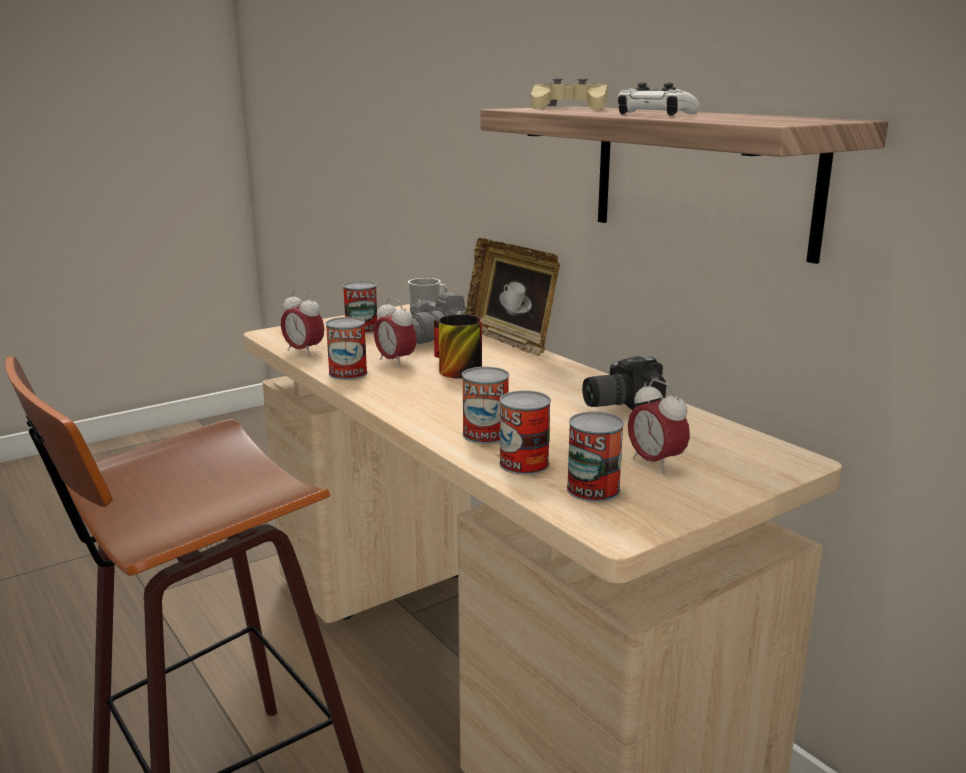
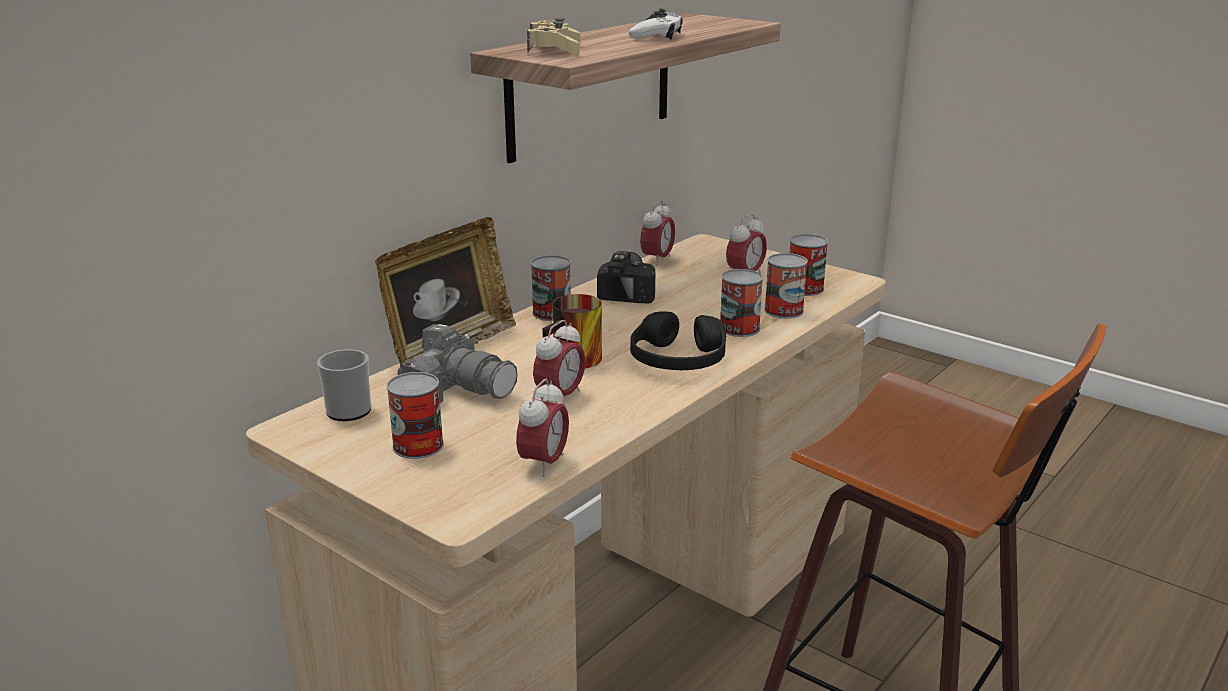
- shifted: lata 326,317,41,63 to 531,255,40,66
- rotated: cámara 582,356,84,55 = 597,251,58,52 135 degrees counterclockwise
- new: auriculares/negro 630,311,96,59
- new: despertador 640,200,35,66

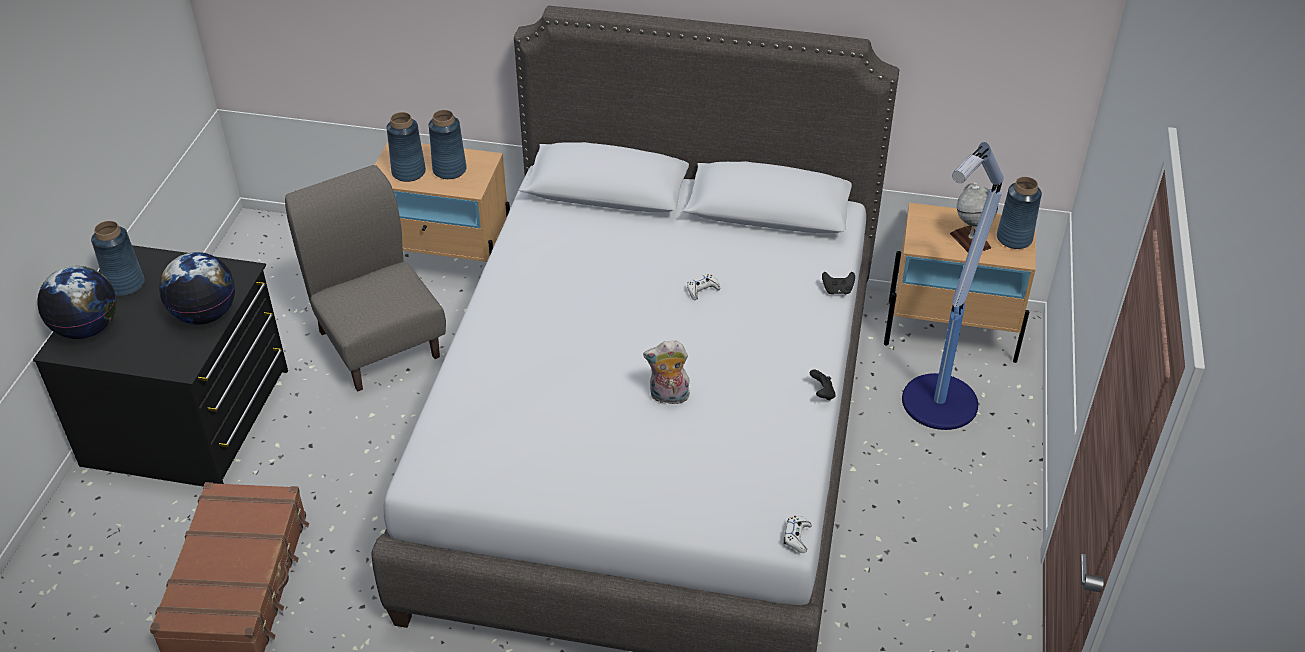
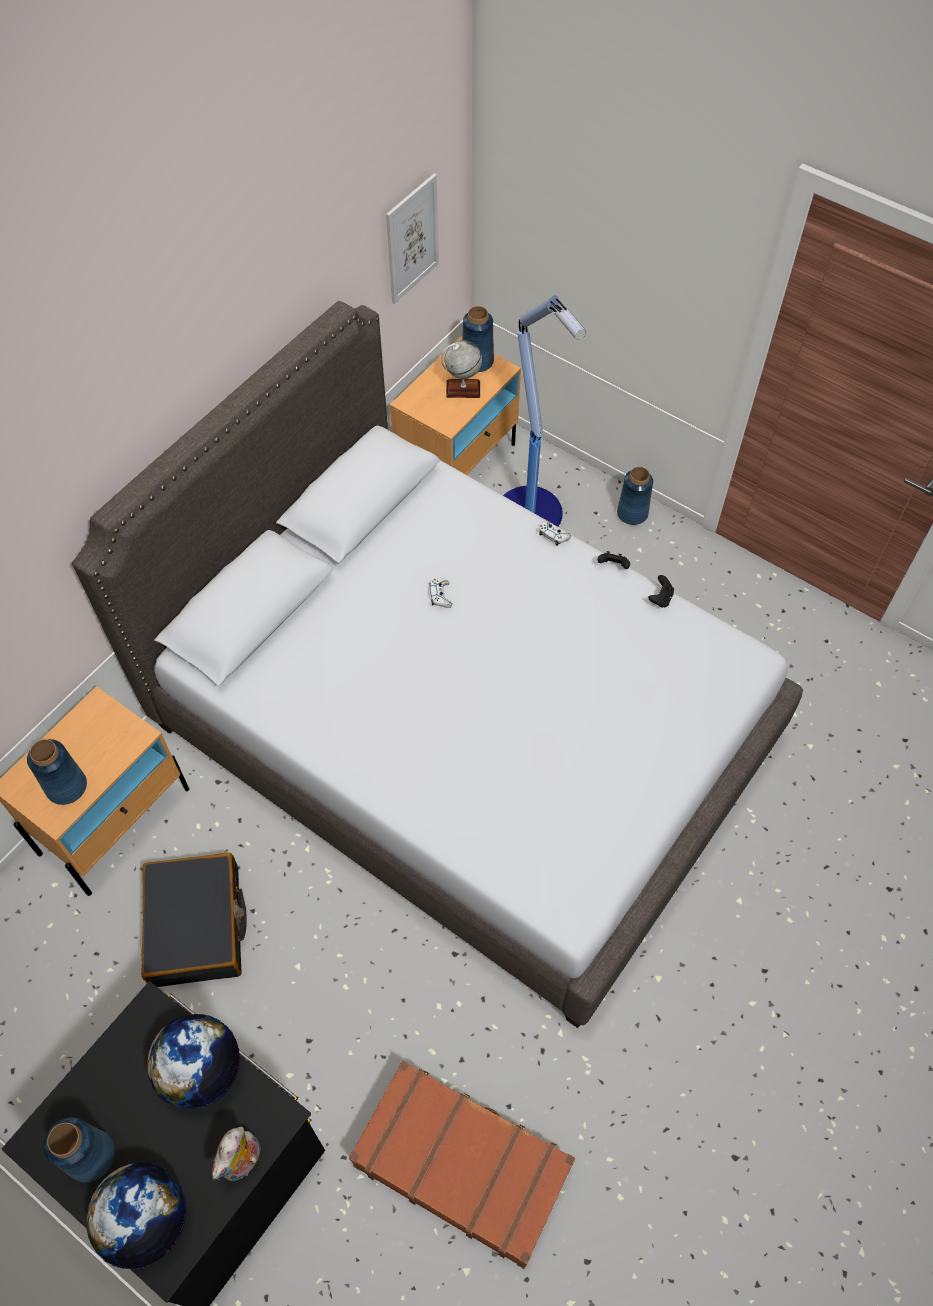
- swapped: silla/gris 285,165,161,227 to maleta/negro 141,853,106,134
- shifted: peluche 643,341,47,63 to 212,1127,49,54
- new: cuadro 386,174,53,130
- shifted: mando de consola/blanco 784,516,28,37 to 539,521,32,25
- shifted: florero/azul 429,110,38,69 to 617,467,36,58
- shifted: mando de consola/negro 822,272,33,22 to 648,575,26,33

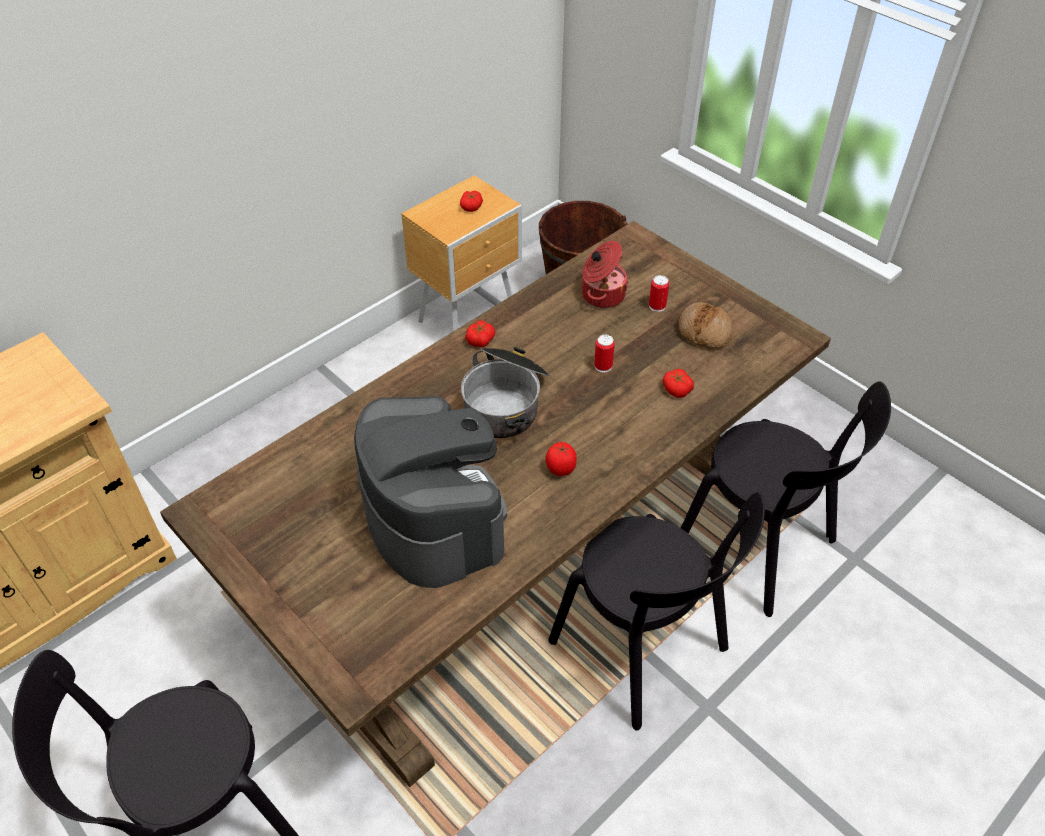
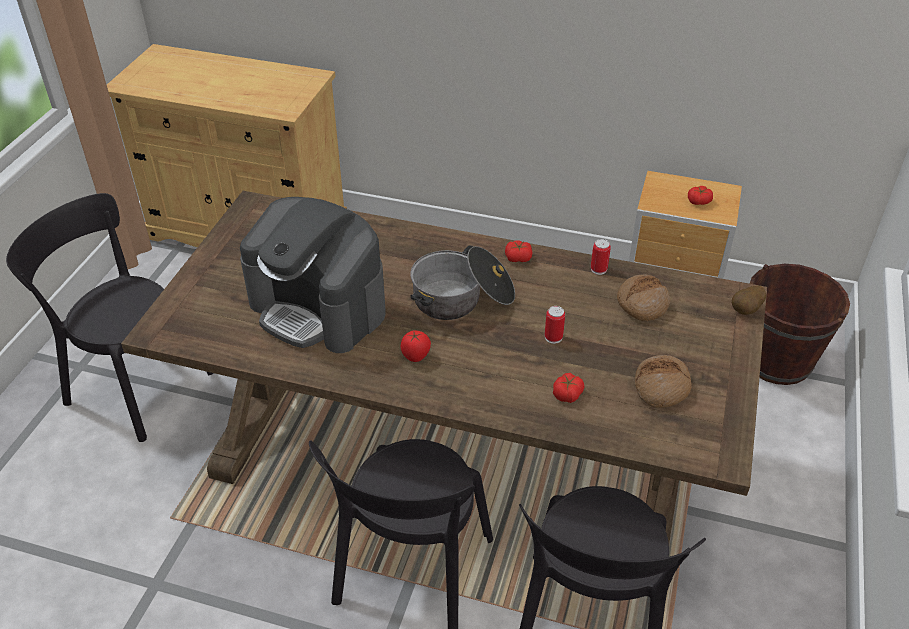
- rotated: cafetera 354,396,153,192 = 240,197,146,156 90 degrees clockwise
- shifted: lata 649,275,20,37 to 591,239,20,36
- swapped: olla 582,241,47,67 to pan 617,275,53,46
- new: patata 731,285,35,30

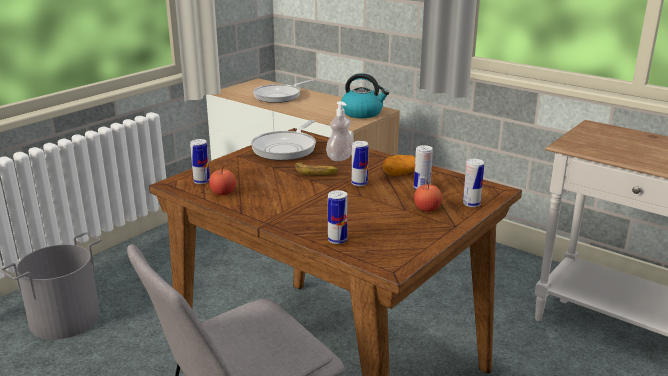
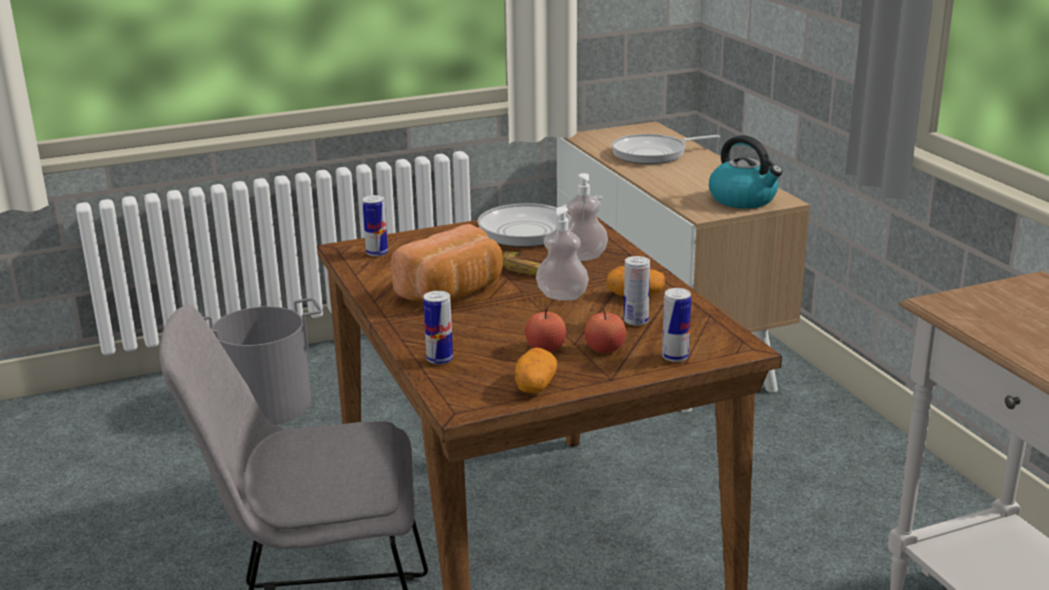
- new: pan 391,224,112,77
- new: patata 515,348,42,45
- shifted: manzana 209,166,27,29 to 525,308,41,44
- swapped: lata 351,141,18,45 to dispensador de jabón 536,207,53,94

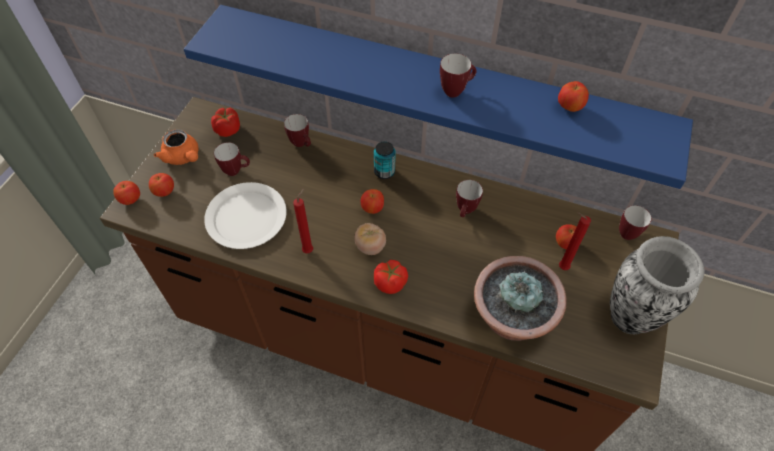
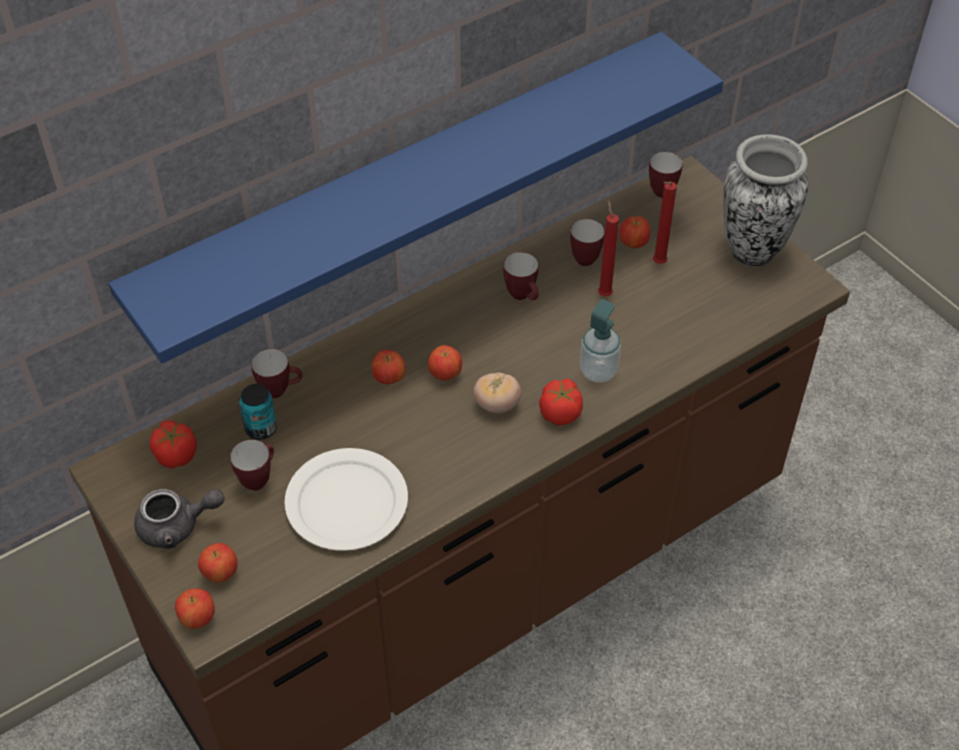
- repainted: tetera/naranja 154,129,45,36 to tetera/gris 134,489,91,60
- shifted: lata 374,141,22,38 to 239,384,38,56
- shifted: manzana 558,81,31,31 to 371,350,35,34
- shifted: taza grande 440,53,36,45 to 570,219,35,47
- new: dispensador de jabón 580,299,41,83
- shifted: vela/rojo 293,189,20,64 to 598,200,21,96
- gone: planta en maceta 474,256,92,85

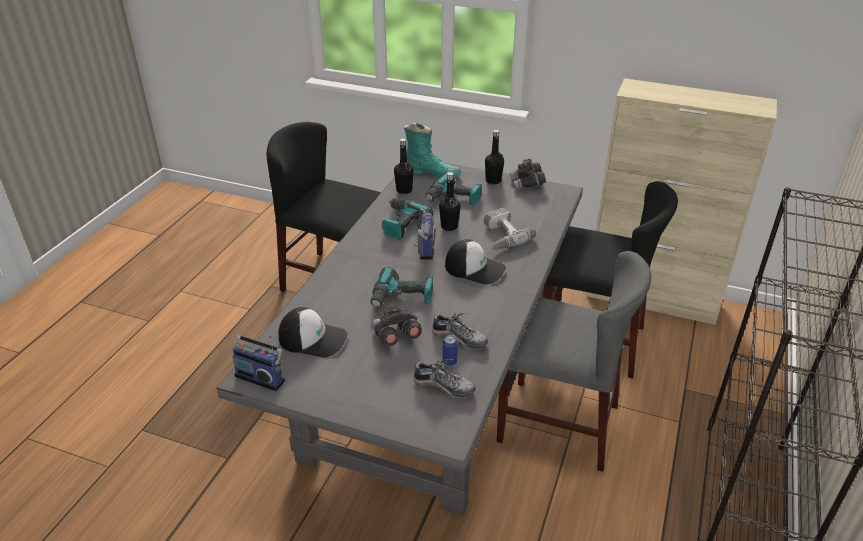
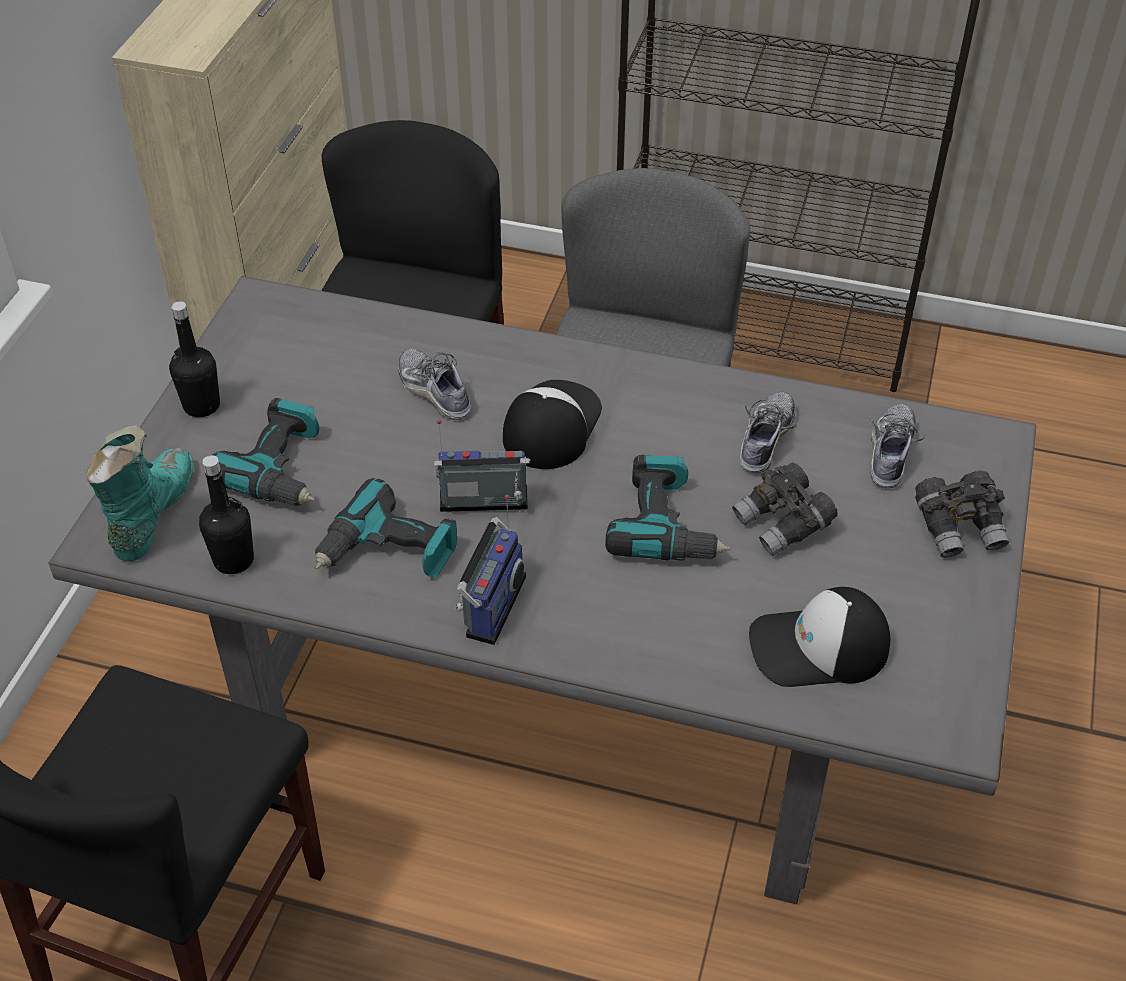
- swapped: taladro 484,208,52,41 to zapato 398,348,73,72
- shifted: radio 232,335,53,56 to 455,495,71,150
- rotated: gorra 278,307,70,51 = 749,587,141,100 105 degrees counterclockwise
- shifted: prismáticos/gris 510,159,36,31 to 915,470,94,88
- gone: botella/negro 439,172,21,59
- gone: lata 443,335,15,31

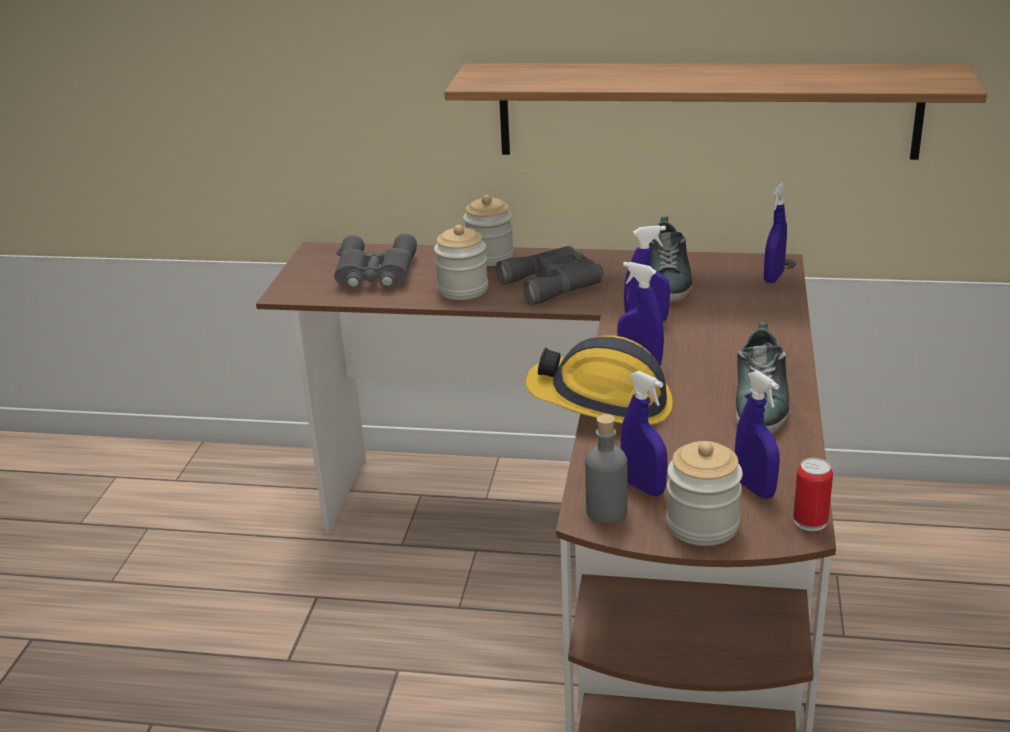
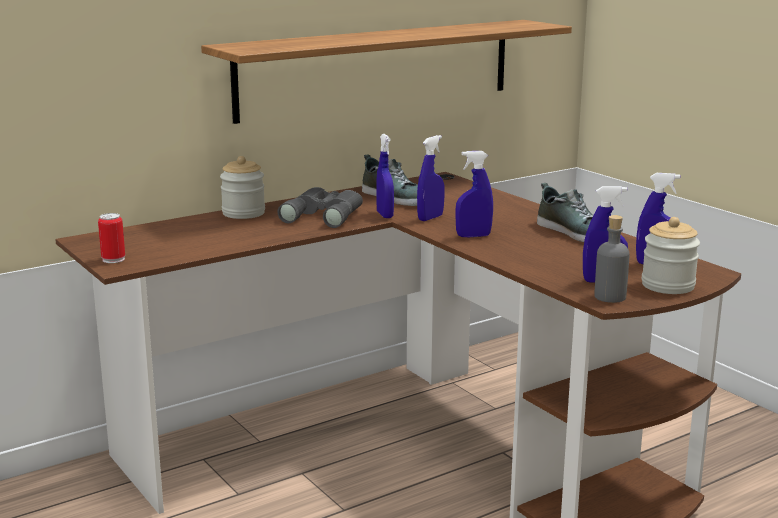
- shifted: lata 793,458,40,73 to 98,213,27,50
- shifted: pulverizador/azul 764,183,23,100 to 376,134,18,84
- gone: prismáticos/gris 334,233,83,56
- gone: tarro 434,225,54,75
- gone: casco 525,335,148,90

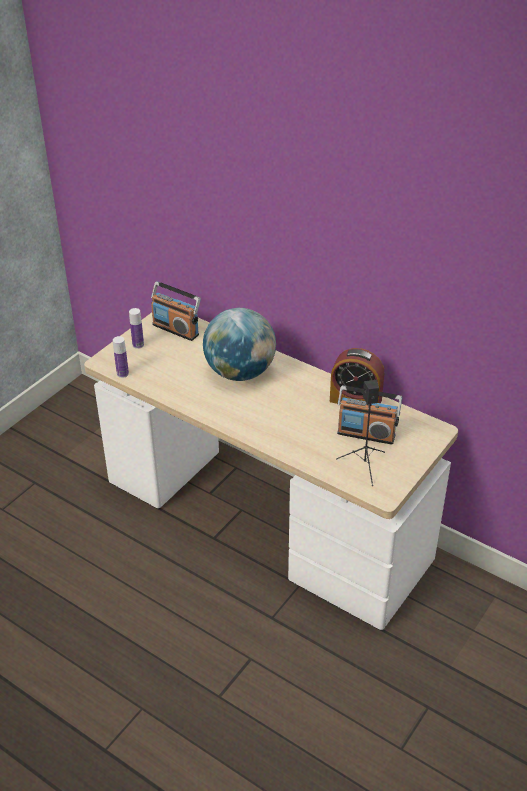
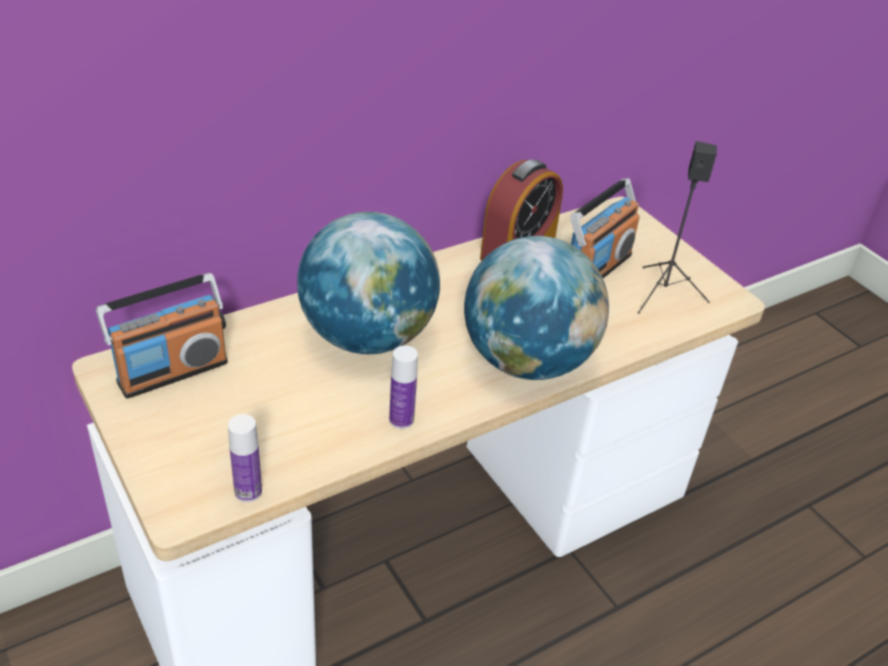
- shifted: botella 129,308,15,41 to 389,345,29,84
- new: globo terráqueo 464,236,145,144

